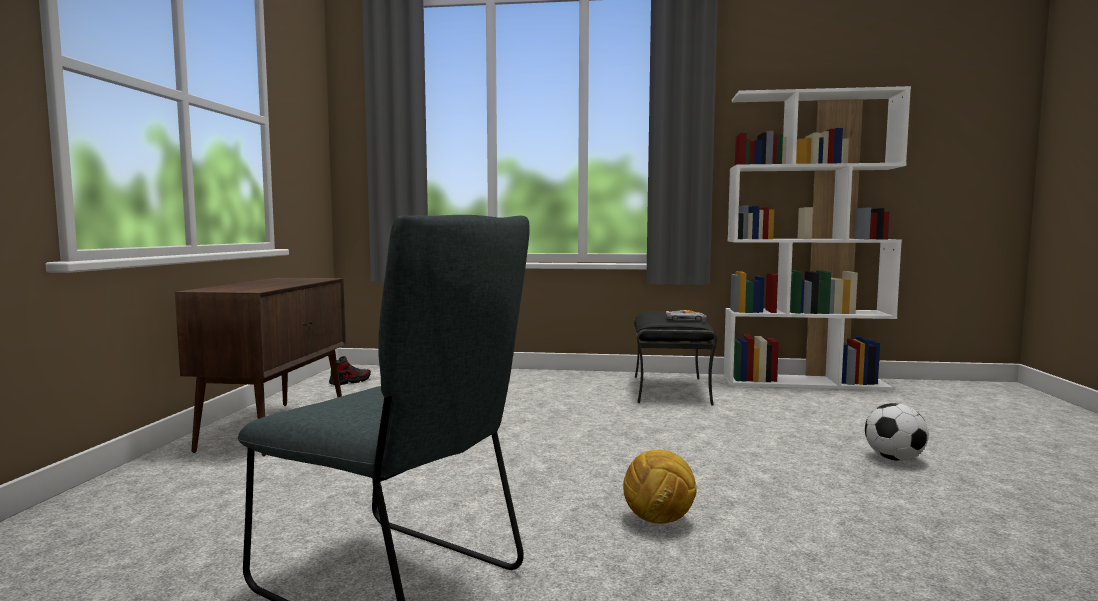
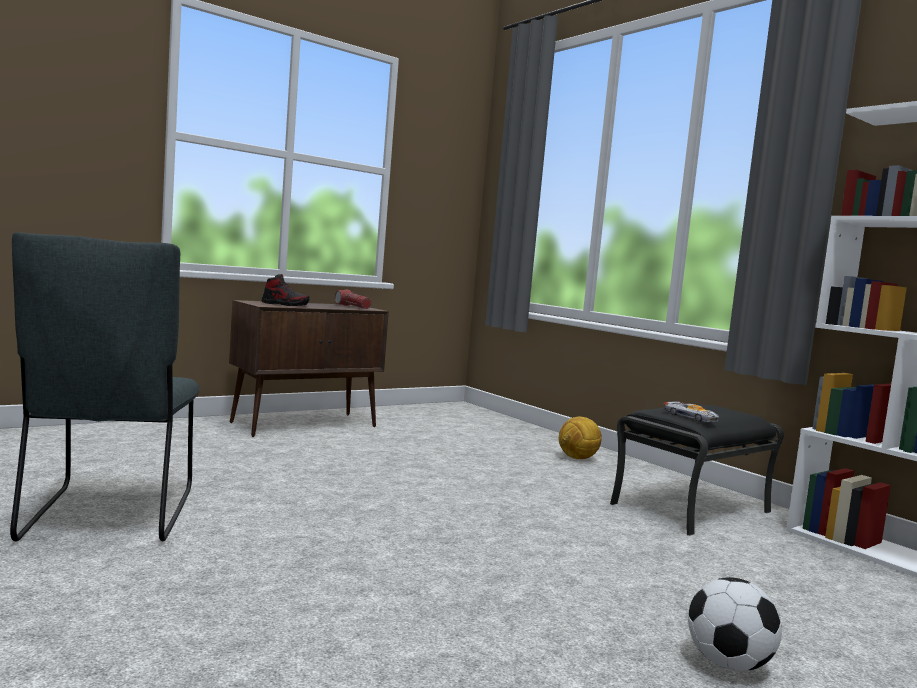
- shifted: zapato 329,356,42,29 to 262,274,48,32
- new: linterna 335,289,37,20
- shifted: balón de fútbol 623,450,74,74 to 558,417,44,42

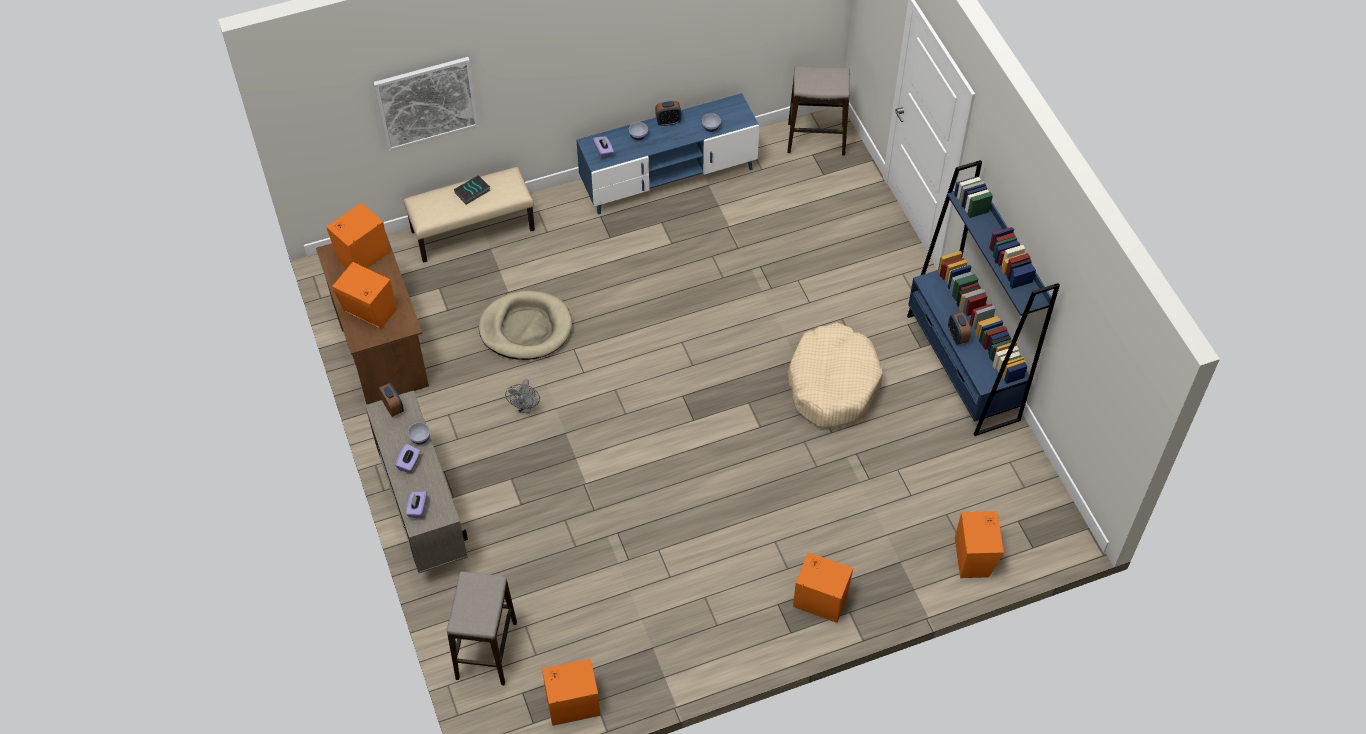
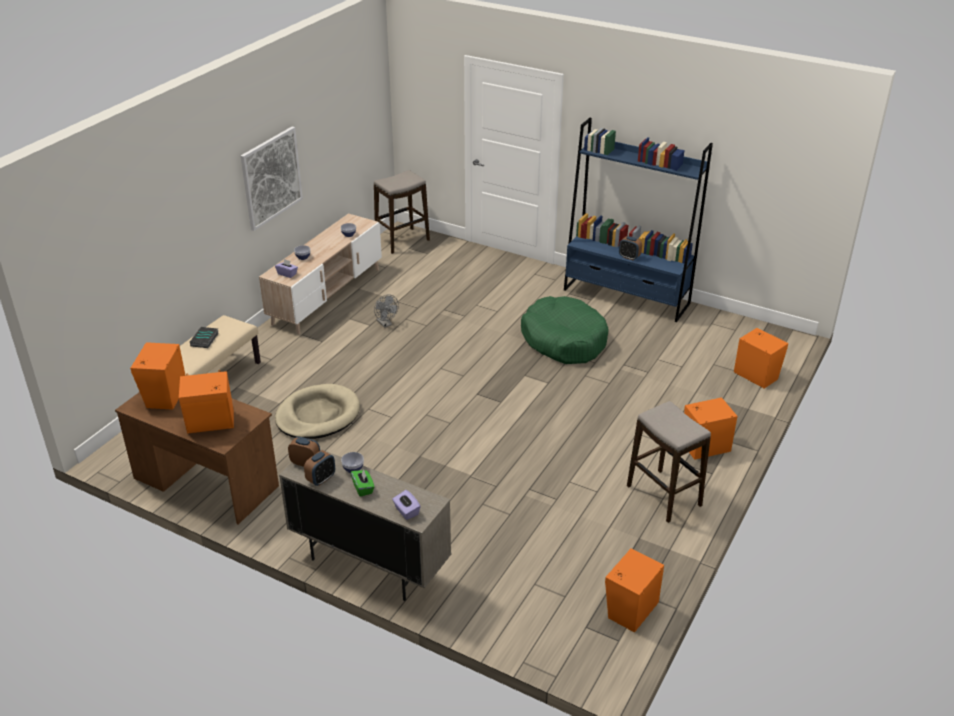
- shifted: cuadro 373,57,106,94 to 241,127,62,104
- repainted: mueble de televisión/azul 577,93,182,122 to mueble de televisión/beis 259,213,123,121
- shifted: despertador 655,101,26,25 to 304,450,31,36
- repainted: caja de pañuelos/morado 395,444,26,29 to caja de pañuelos/verde 351,469,23,28
- shifted: ventilador/gris 505,379,35,34 to 374,294,25,34
- repainted: cama para perro/beis 788,322,95,107 to cama para perro/verde 521,296,88,68
- shifted: taburete 447,572,70,113 to 627,401,84,122

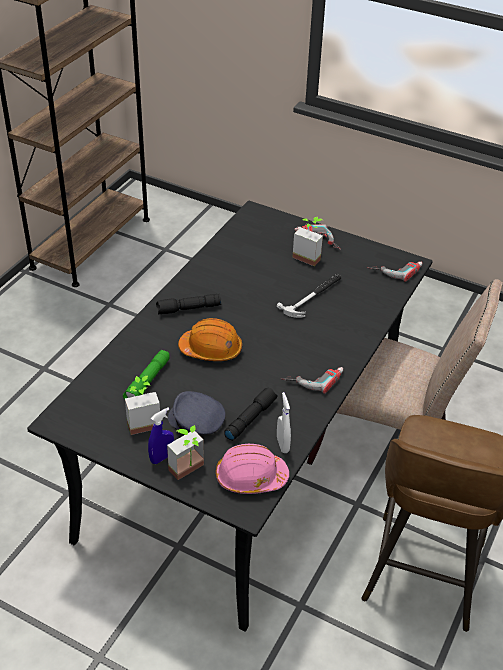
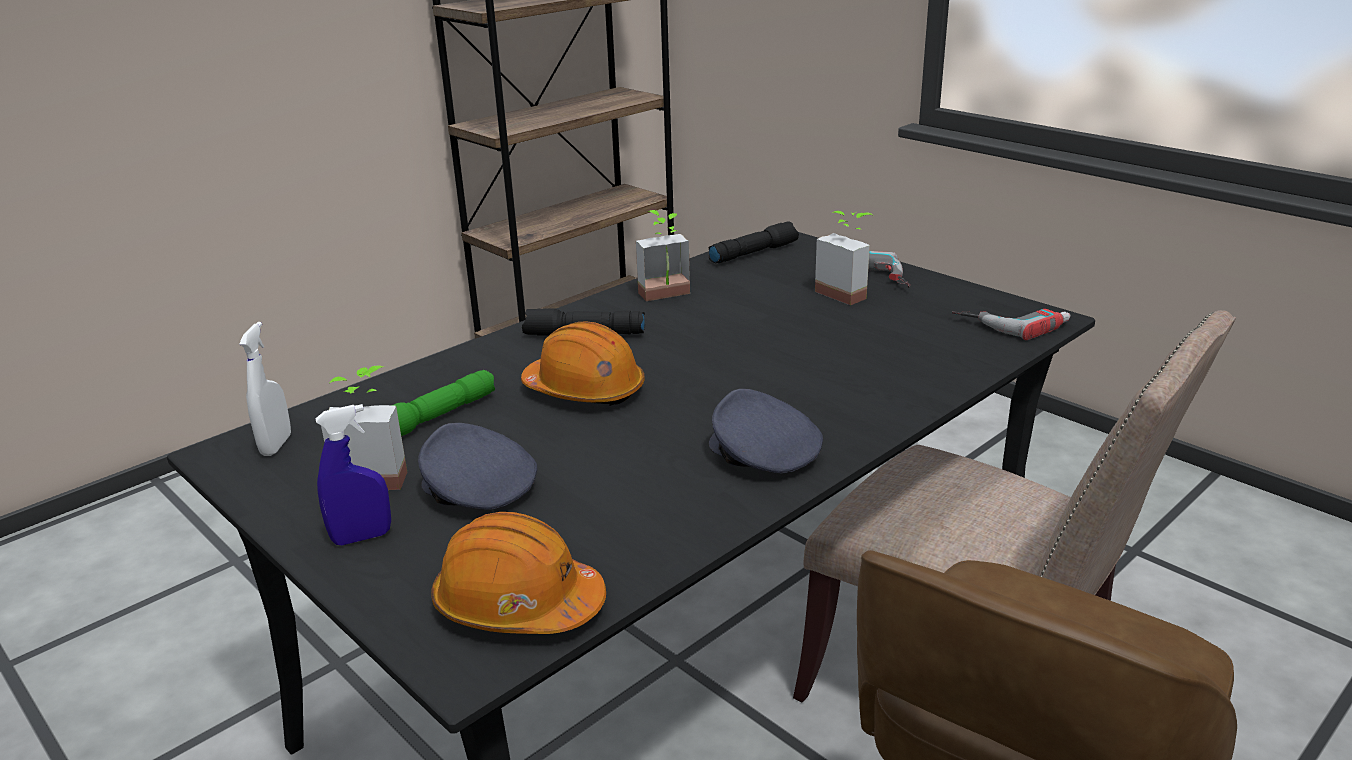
- shifted: pulverizador/blanco 277,392,14,61 to 239,322,52,134
- repainted: casco/rosa 216,444,73,50 to casco/naranja 431,512,175,122
- shifted: planta en maceta 167,425,37,55 to 636,210,54,91
- shifted: linterna/negro 225,387,53,54 to 709,221,90,42
- swapped: taladro 280,367,63,27 to gorra/gris 709,389,114,84
- gone: martillo 276,274,65,44

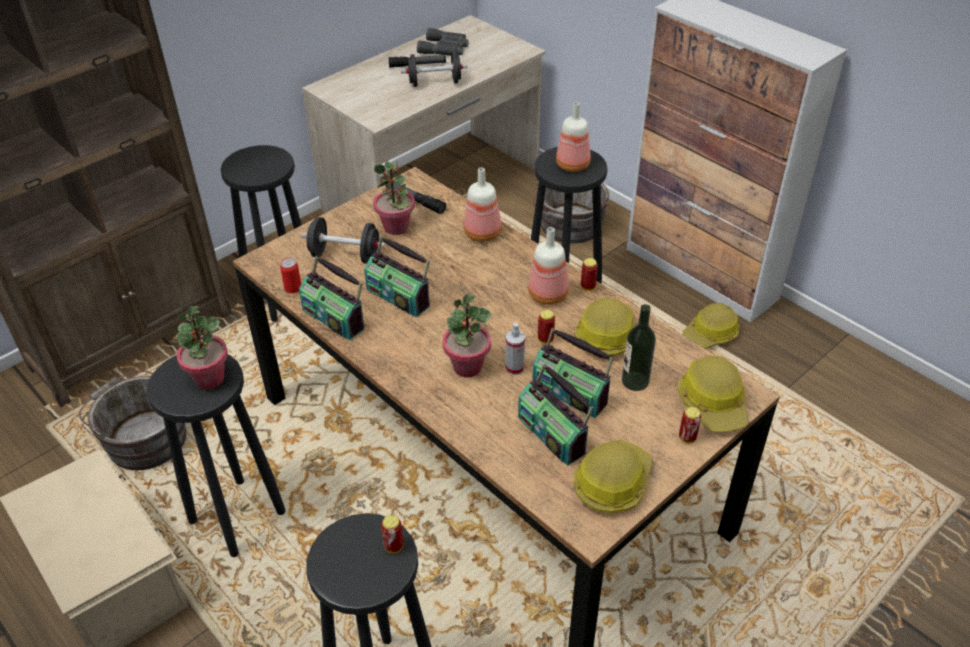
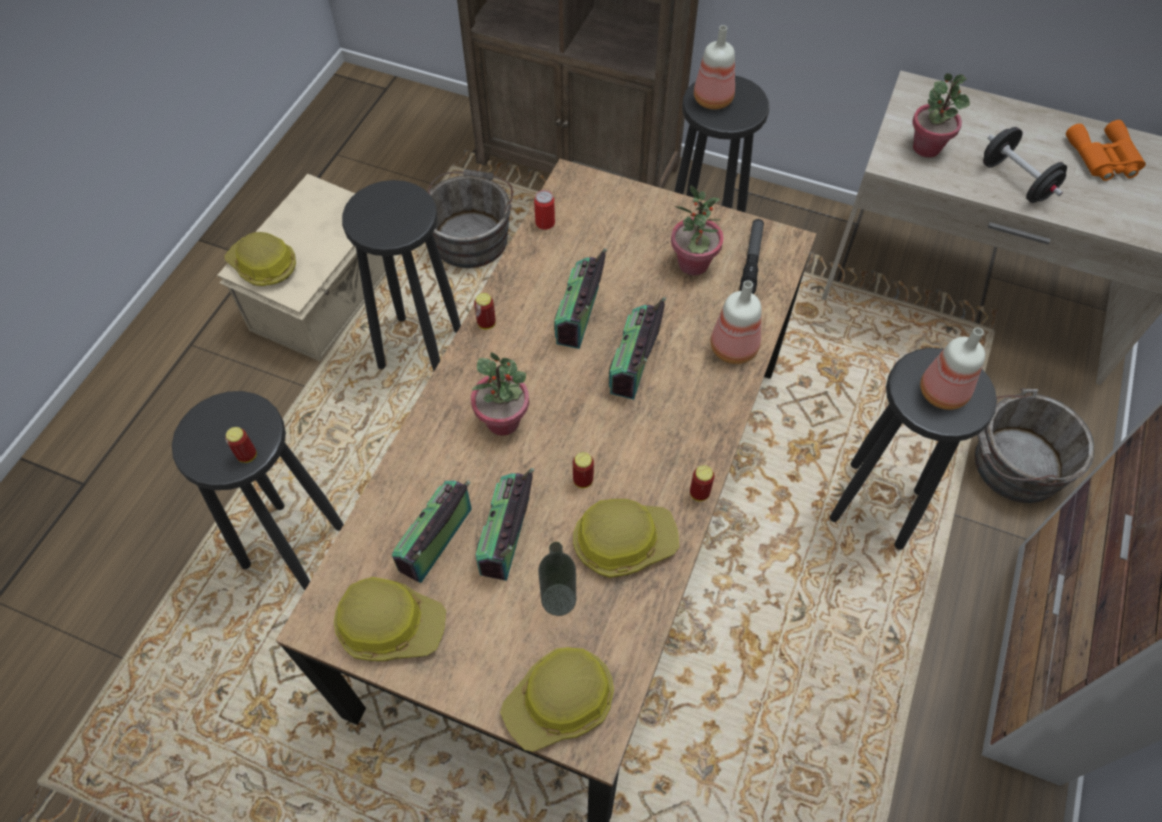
- shifted: casco 682,303,57,46 to 225,232,71,54
- shifted: lata 679,407,22,37 to 474,293,22,36
- shifted: radio 299,256,66,84 to 609,297,57,103
- shifted: botella 528,227,41,78 to 694,25,41,85
- shifted: planta en maceta 176,306,52,83 to 912,73,58,85
- repainted: prismáticos/gris 417,28,51,28 to prismáticos/naranja 1066,120,80,61
- gone: mancuerna/negro 302,217,83,47
- gone: linterna 388,55,58,13
- gone: pulverizador 505,322,20,53

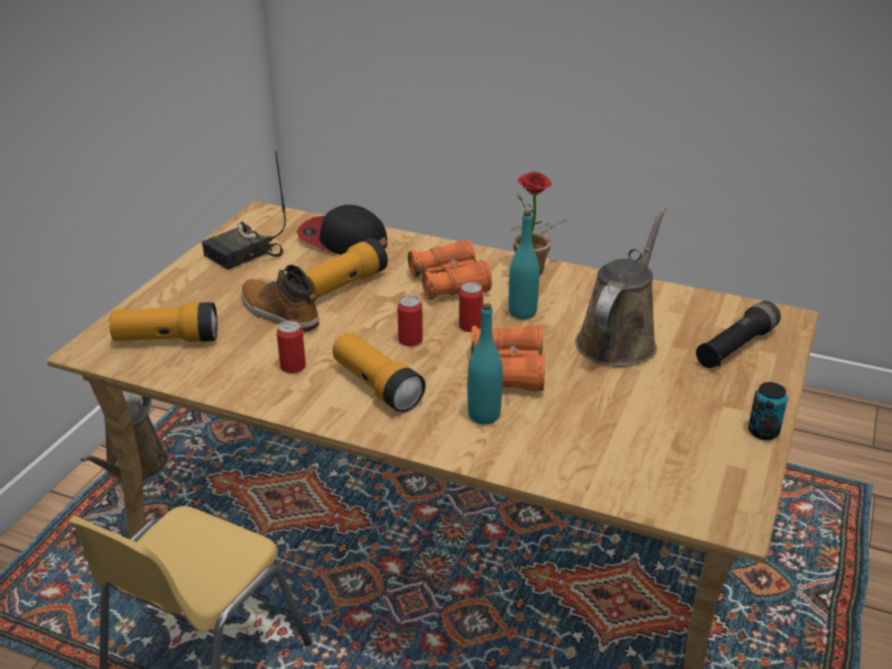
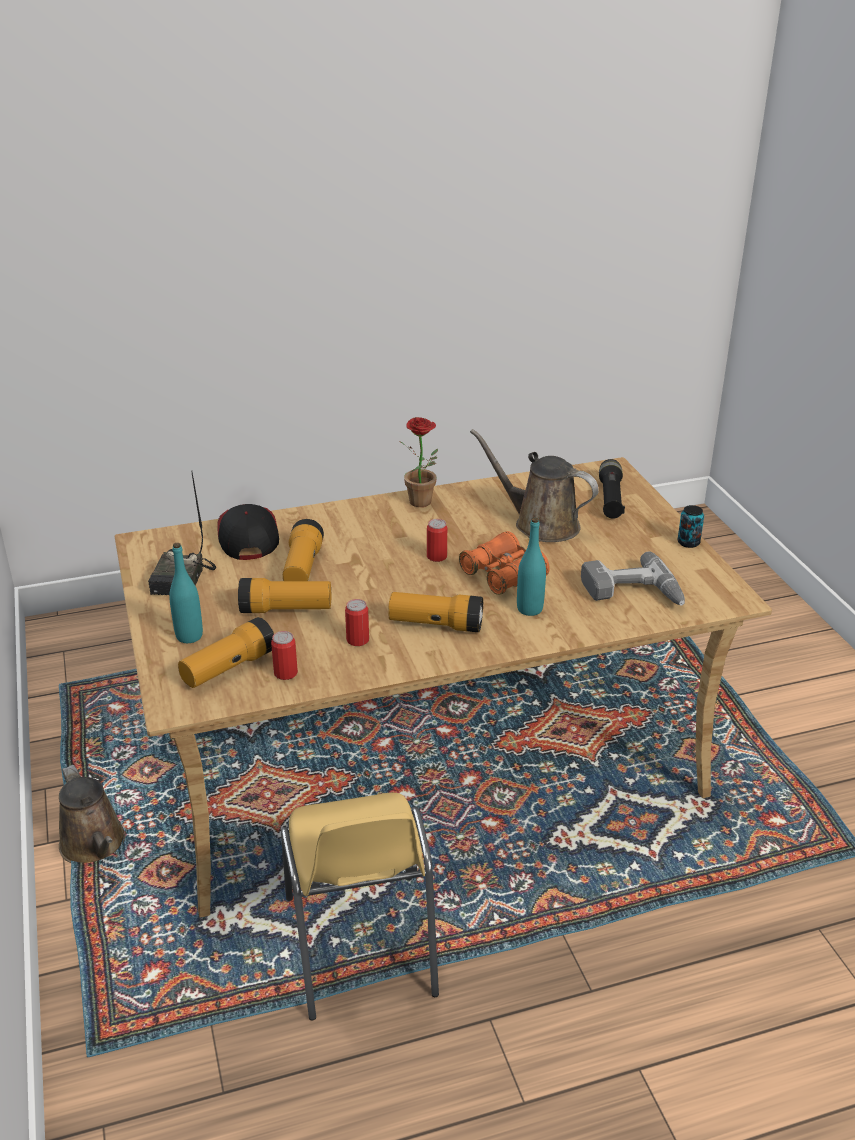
- shifted: botella/turquesa 509,211,31,108 to 169,543,34,100
- rotated: gorra 297,205,90,50 = 217,504,62,56 90 degrees clockwise
- swapped: bota 241,265,78,67 to linterna 238,578,93,35
- shifted: lata 397,295,26,51 to 271,631,27,49
- rotated: regadera/marrón 575,207,91,160 = 470,429,129,113 45 degrees counterclockwise
- new: taladro 581,551,104,54
- gone: prismáticos/naranja 408,239,84,61

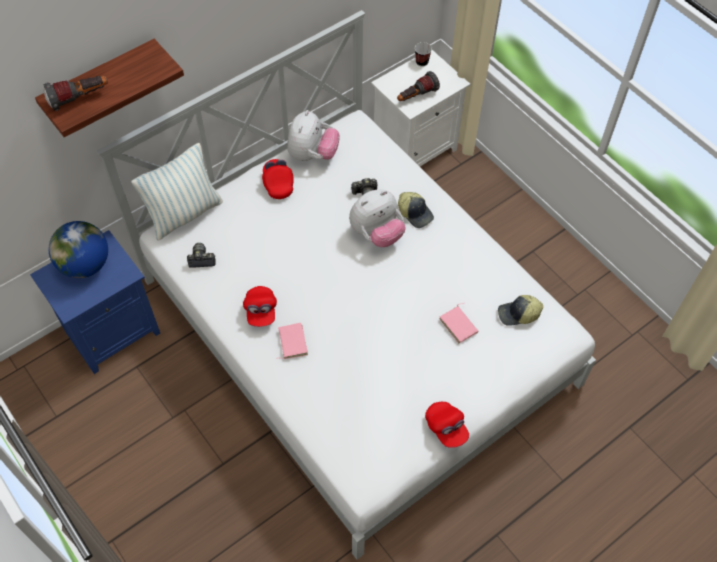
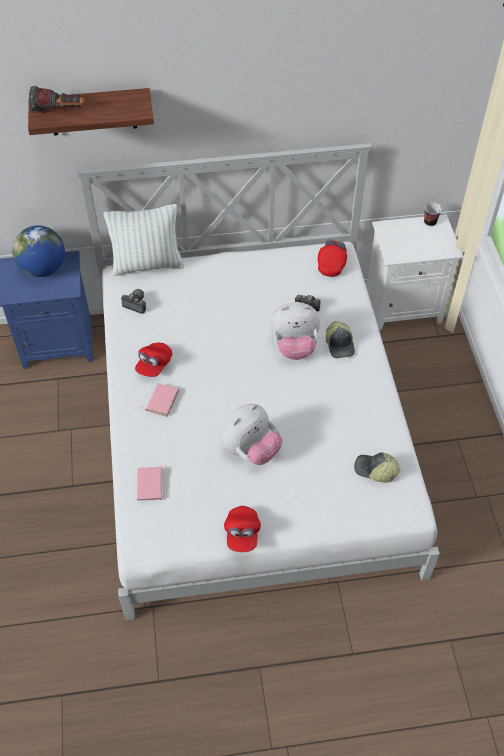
- shifted: libro/rosa 439,303,39,41 to 137,465,33,36
- shifted: peluche 287,110,53,51 to 220,404,63,61
- shifted: gorra/rojo 262,159,32,40 to 318,240,29,37
- gone: linterna 397,71,43,30

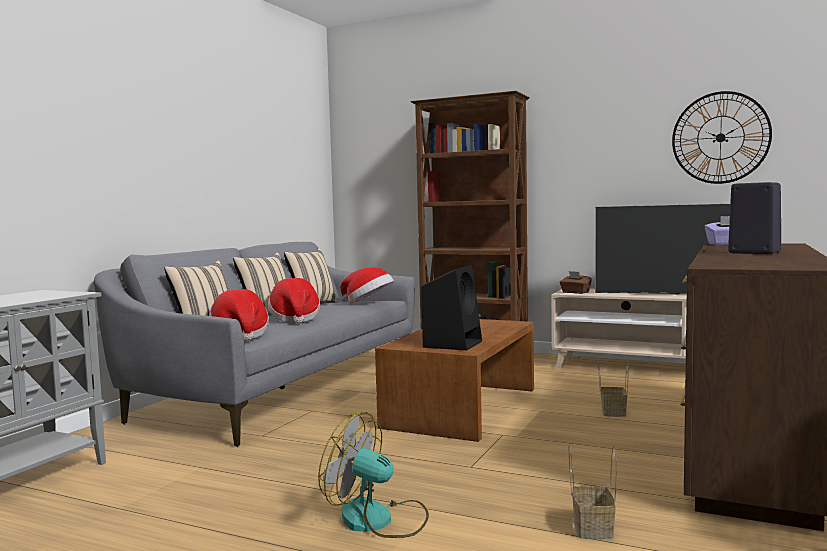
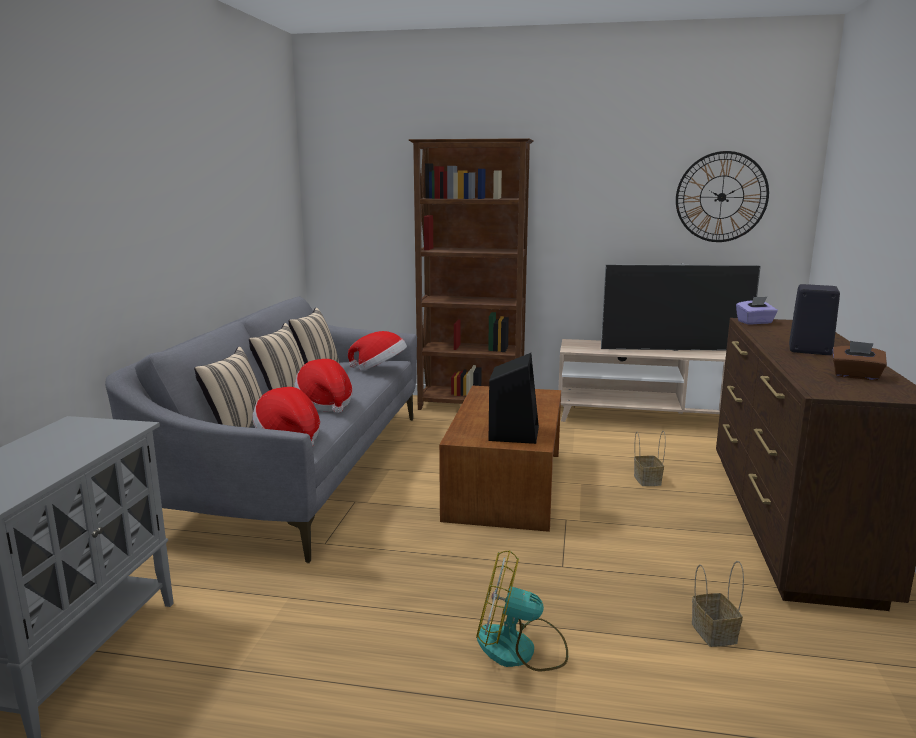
- shifted: caja de pañuelos/marrón 560,271,32,23 to 833,341,54,39

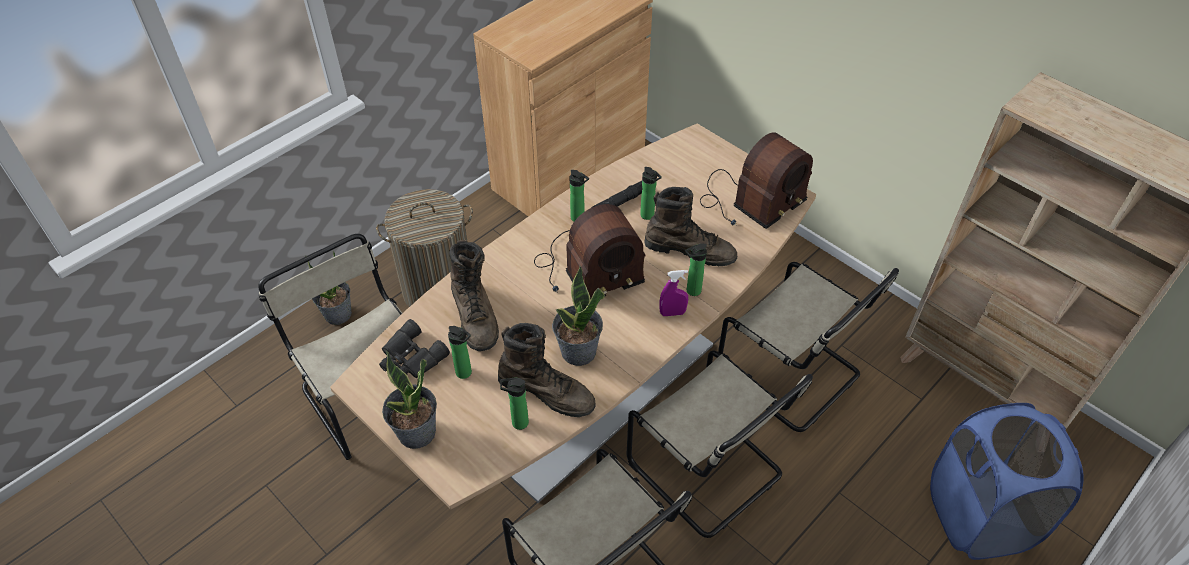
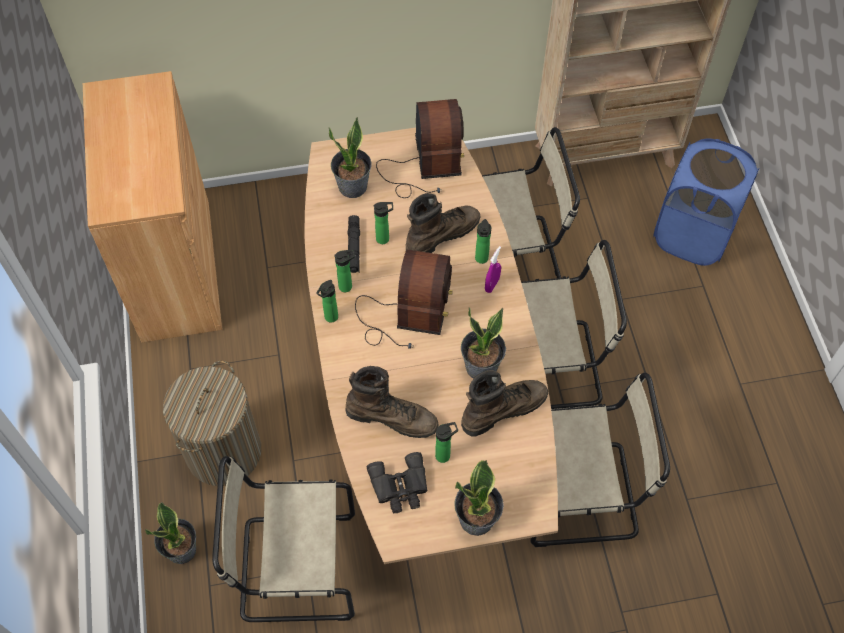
- shifted: botella 500,378,29,52 to 316,280,22,43
- new: planta en maceta 329,117,43,81

